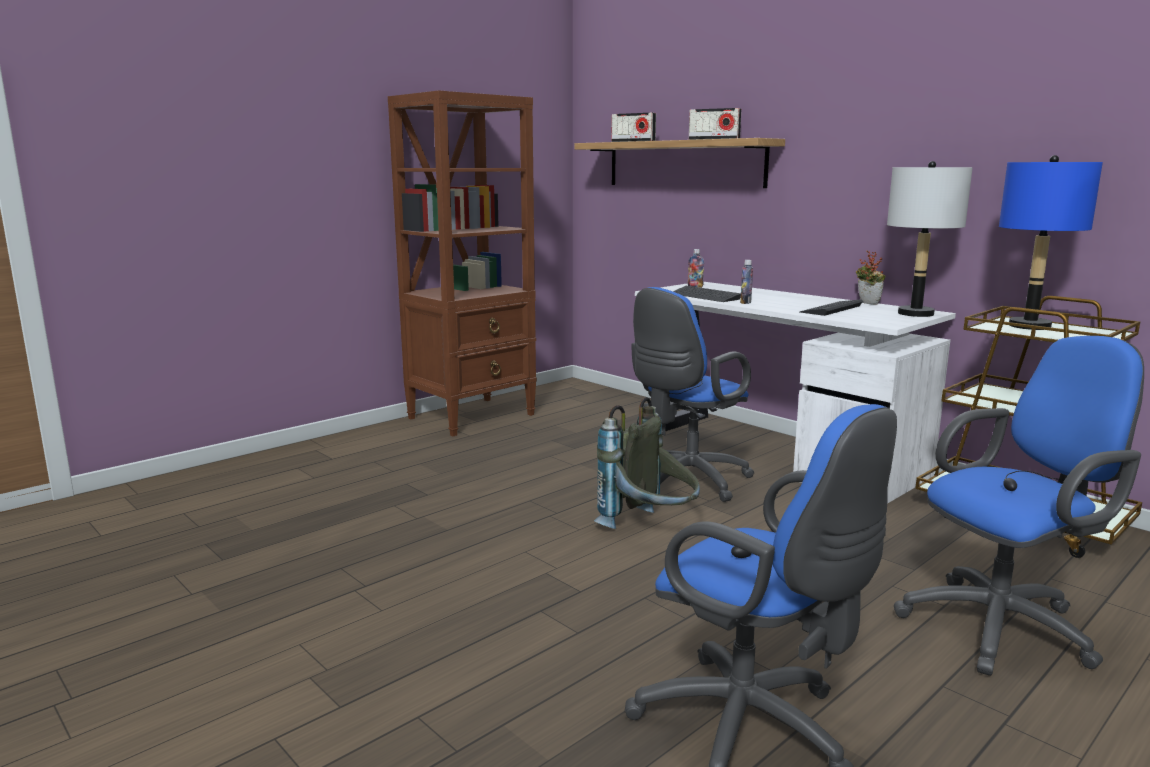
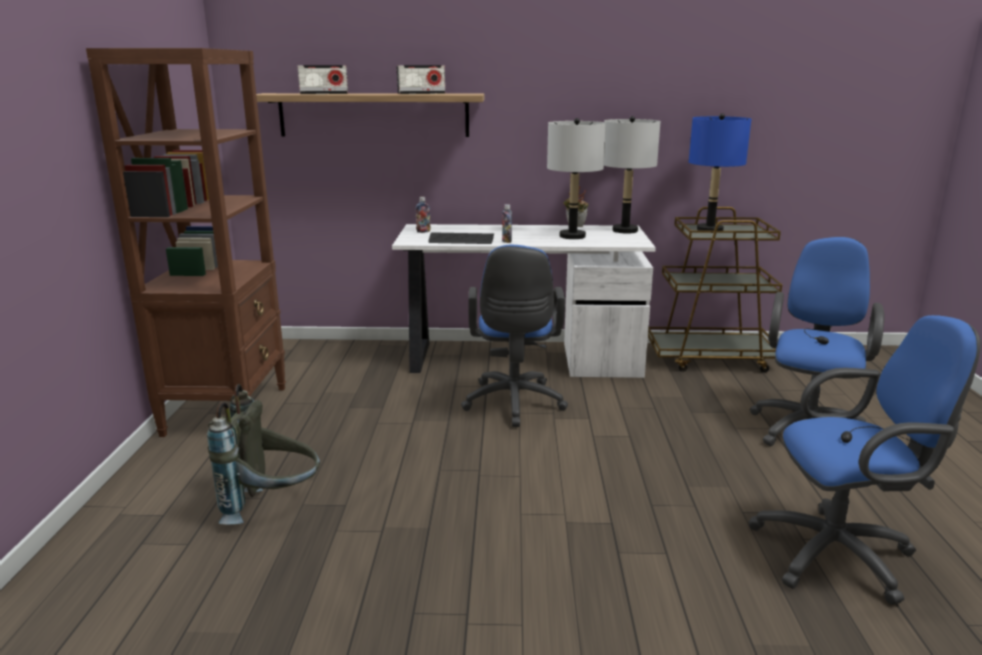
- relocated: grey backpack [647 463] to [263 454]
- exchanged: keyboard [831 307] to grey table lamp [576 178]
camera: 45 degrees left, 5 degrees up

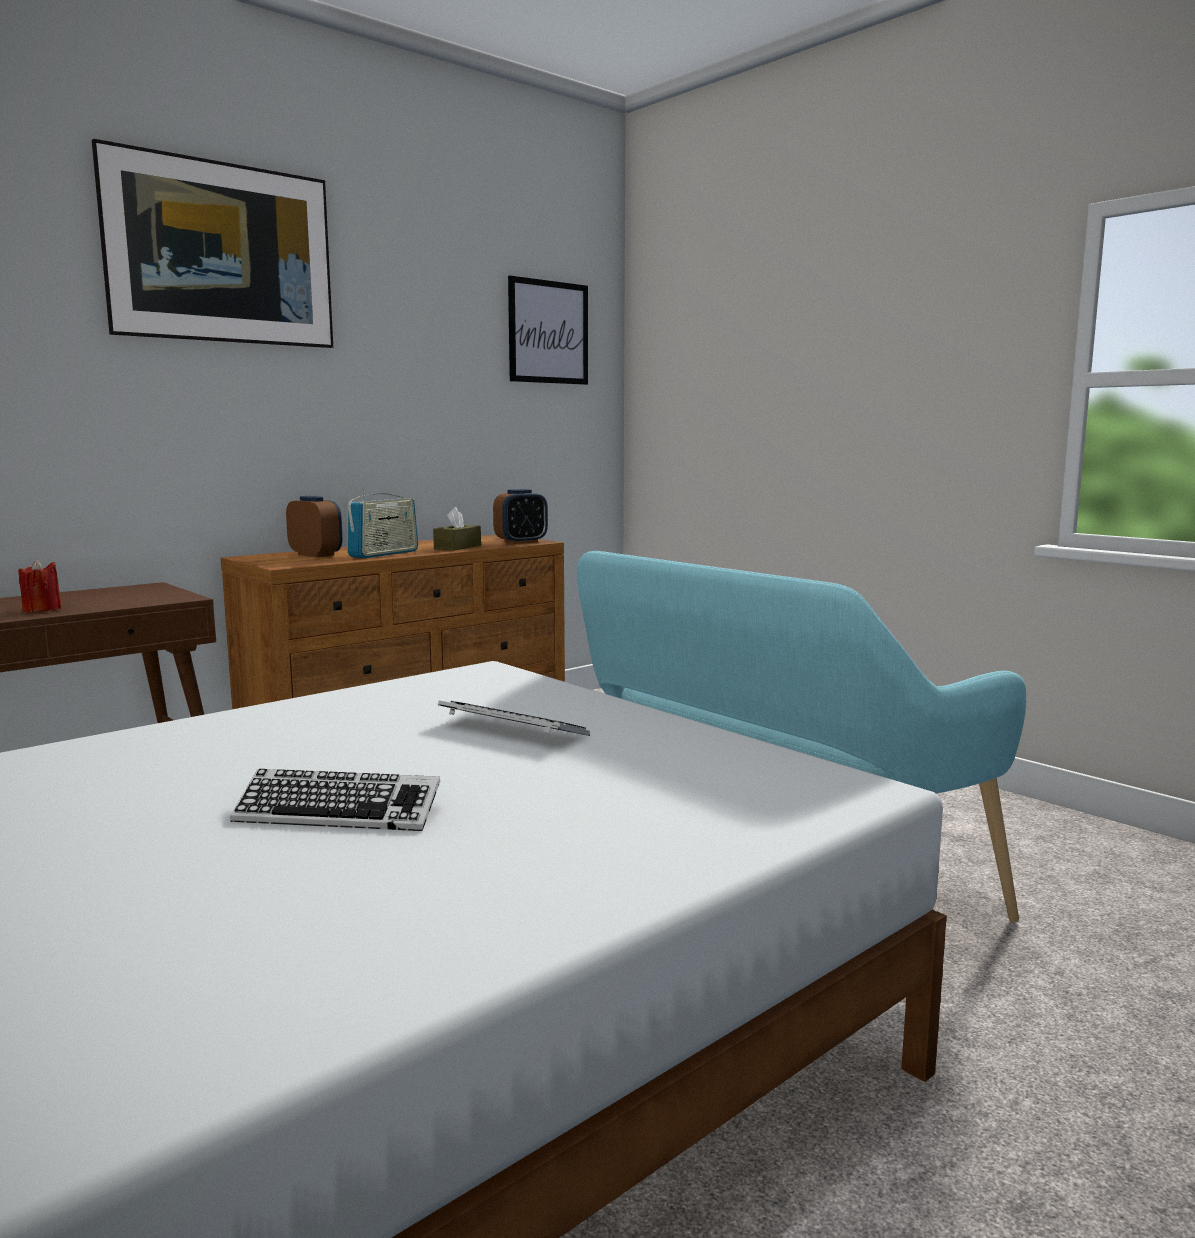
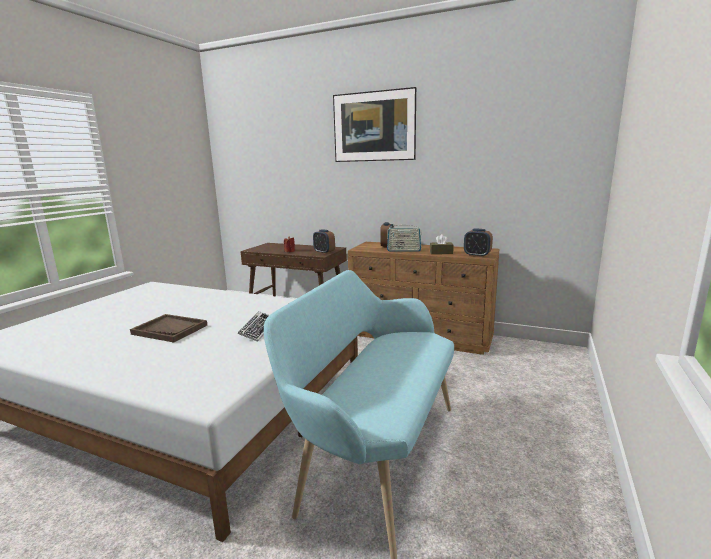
- missing: picture [548 330]
- appeared: alarm clock [324 241]
- exchanged: keyboard [335 800] to brown tray [168 328]
camera: 65 degrees right, 5 degrees up

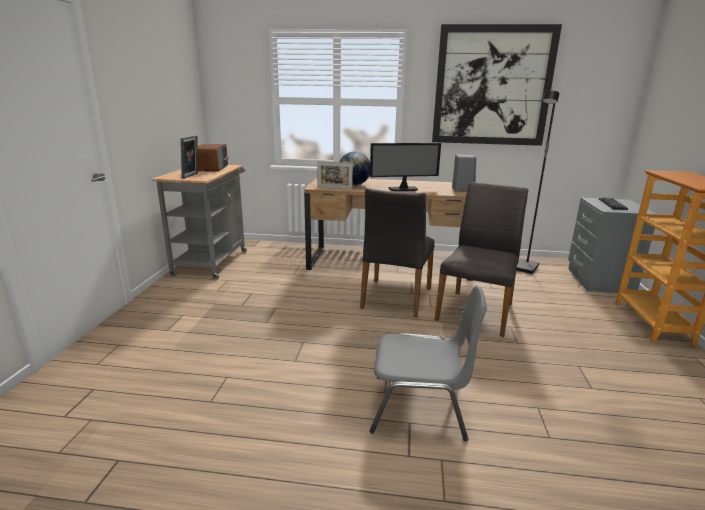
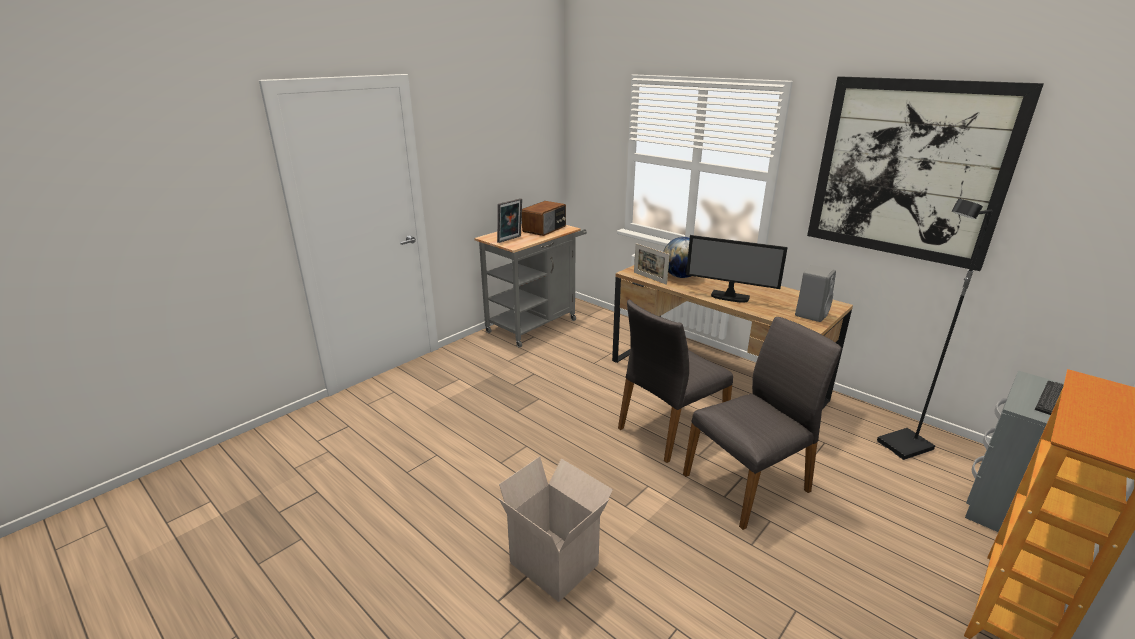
- exchanged: grey chair [428 363] to cardboard box [555 529]
camera: 35 degrees right, 5 degrees up

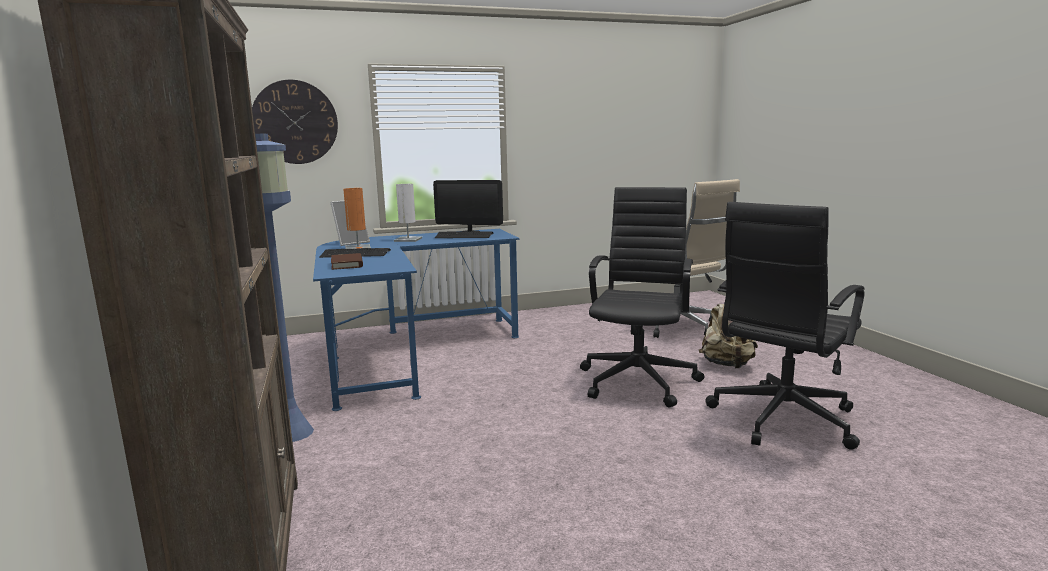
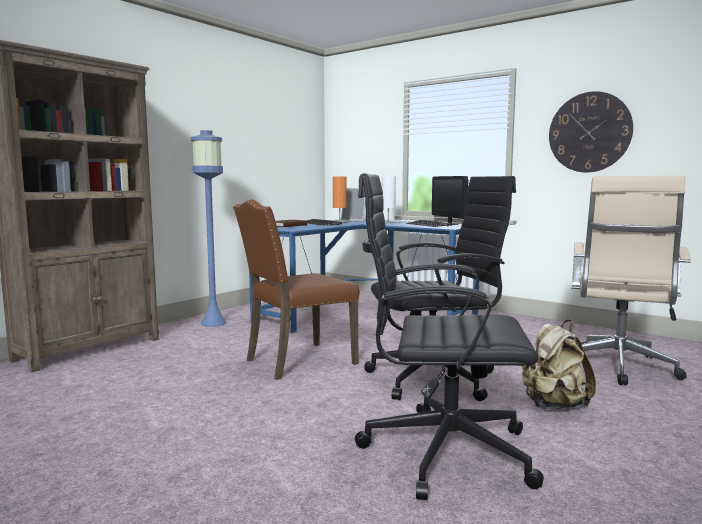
- appeared: brown chair [296 289]
- relocated: wall clock [295 122] to [591 131]
camera: 55 degrees right, 5 degrees down

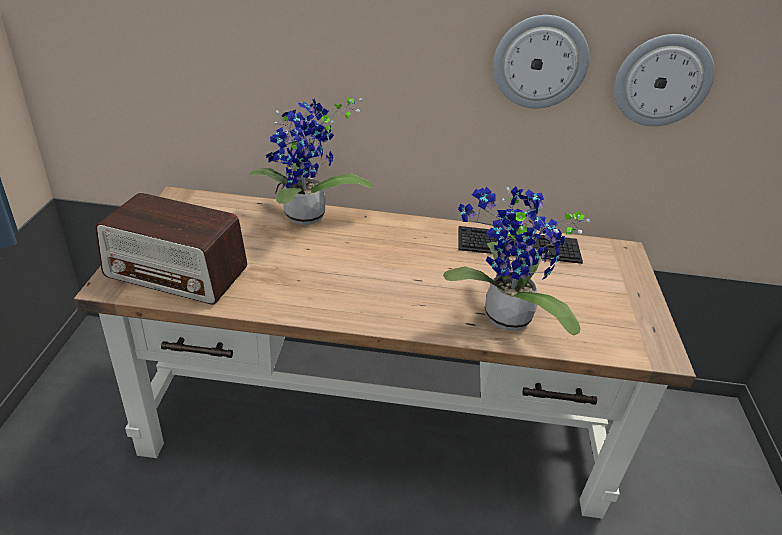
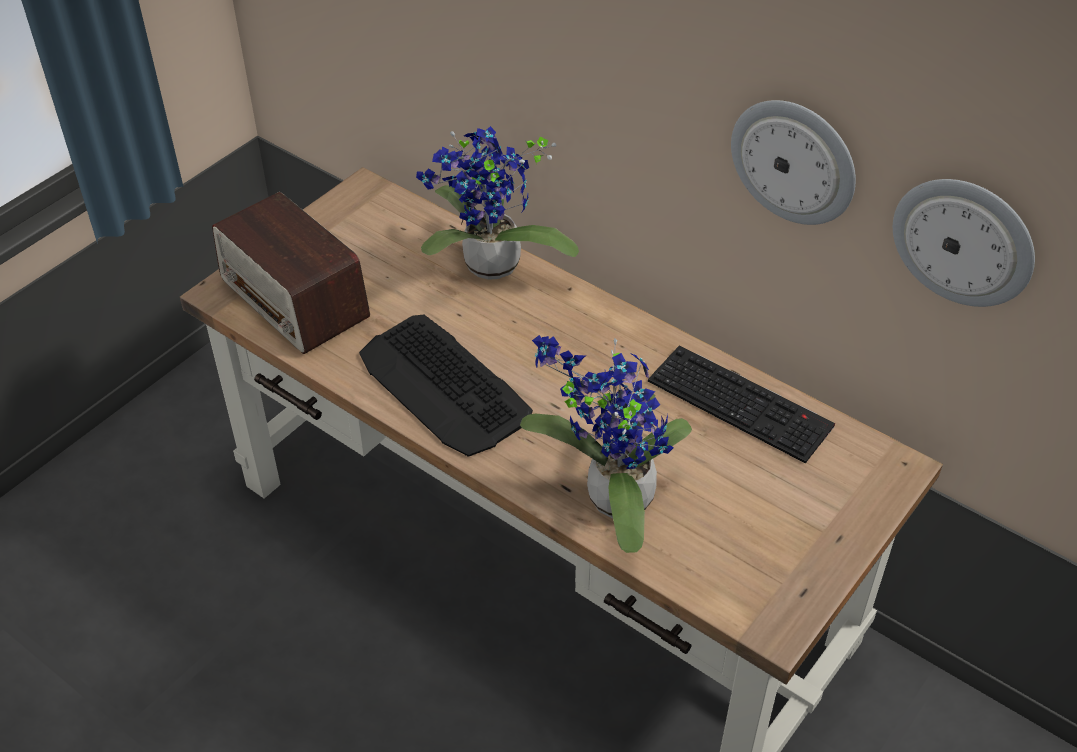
- appeared: keyboard [446 386]
camera: 35 degrees right, 10 degrees up

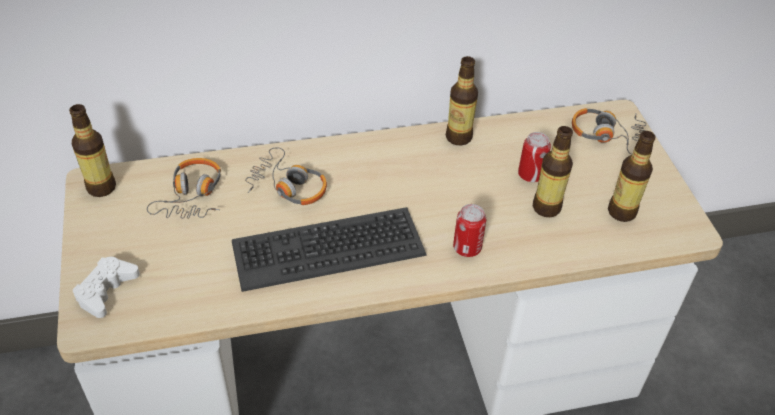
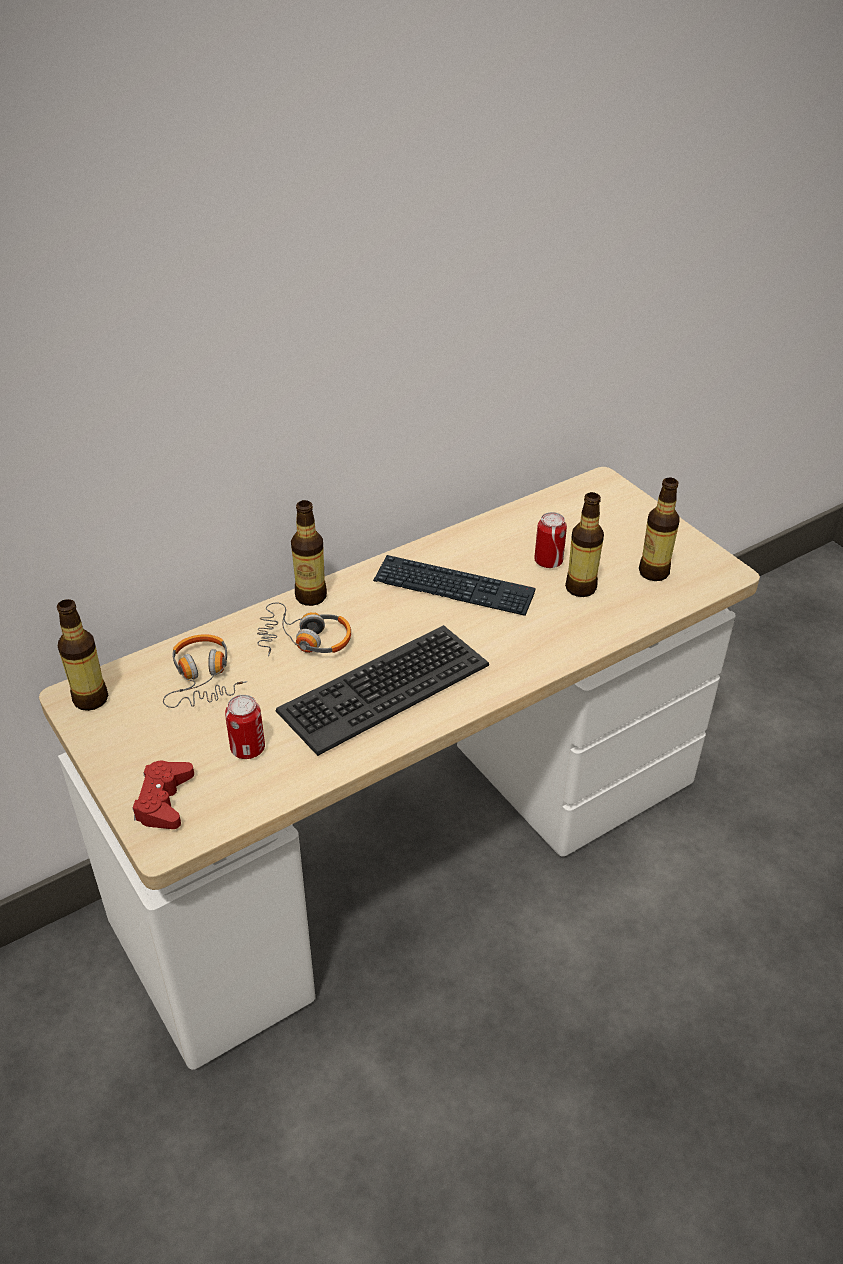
- missing: headphones [609 131]
- appeared: keyboard [454 585]
- relocated: bottle [462 101] to [309 553]
- relocated: can [469 230] to [245 727]
- colour: white game controller [106 287] to red game controller [163 795]
camera: 20 degrees left, 5 degrees down

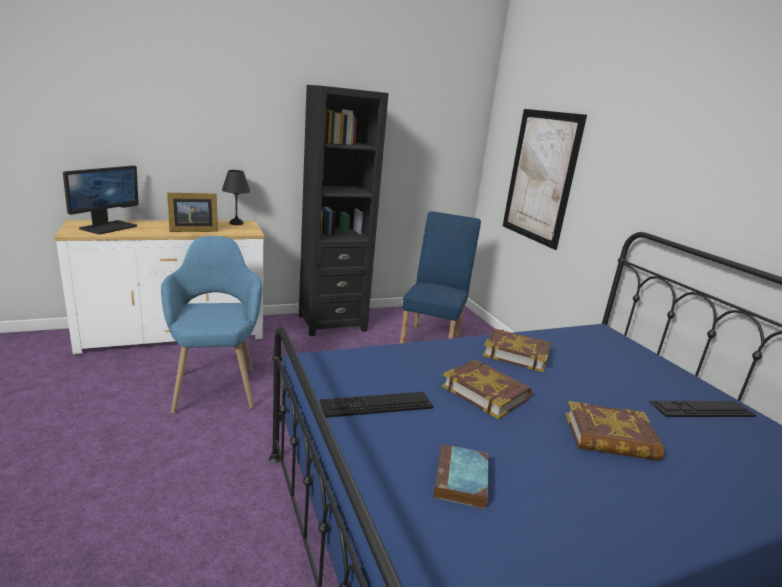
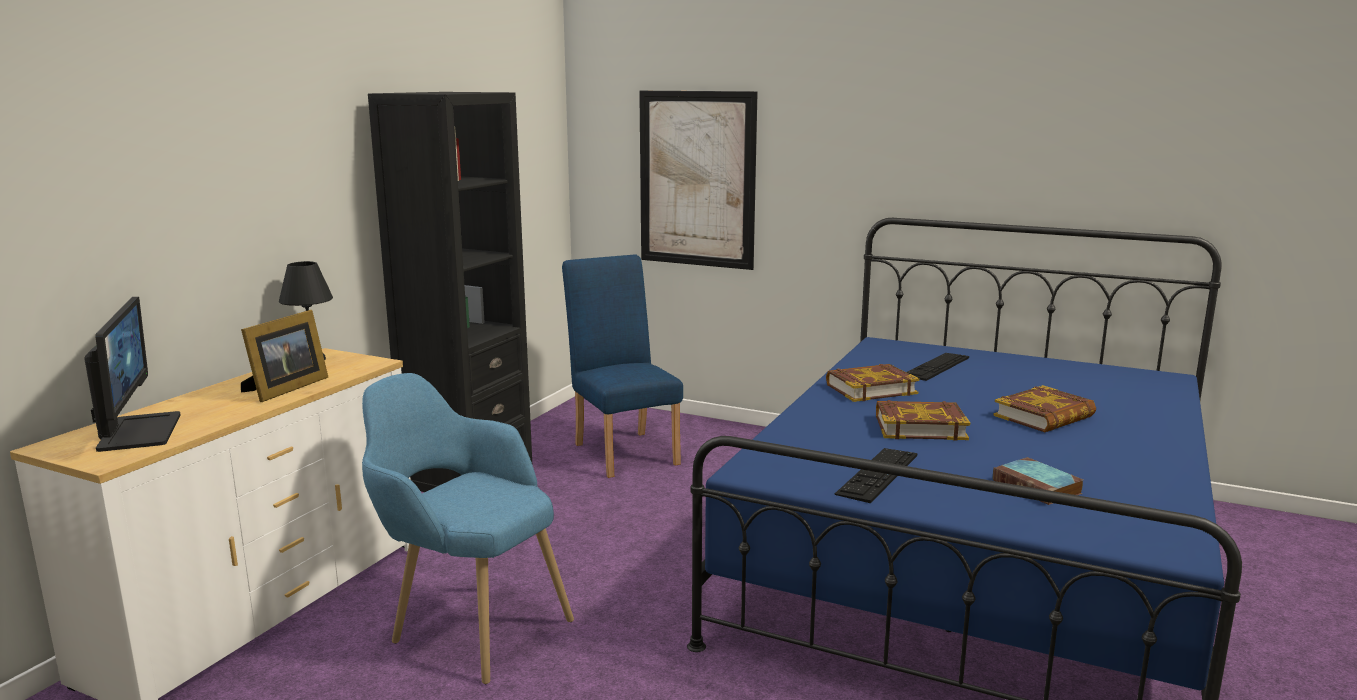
- relocated: keyboard [702 409] to [937 367]
camera: 40 degrees left, 5 degrees down

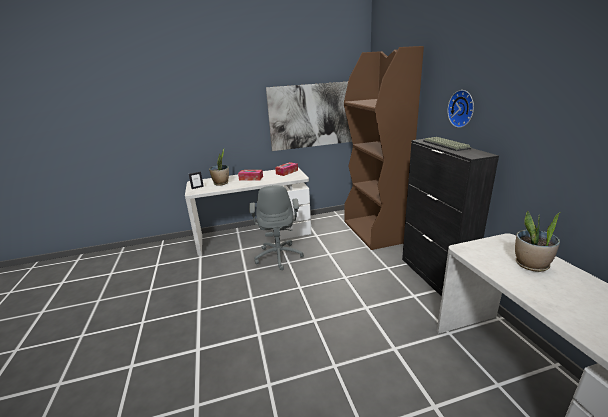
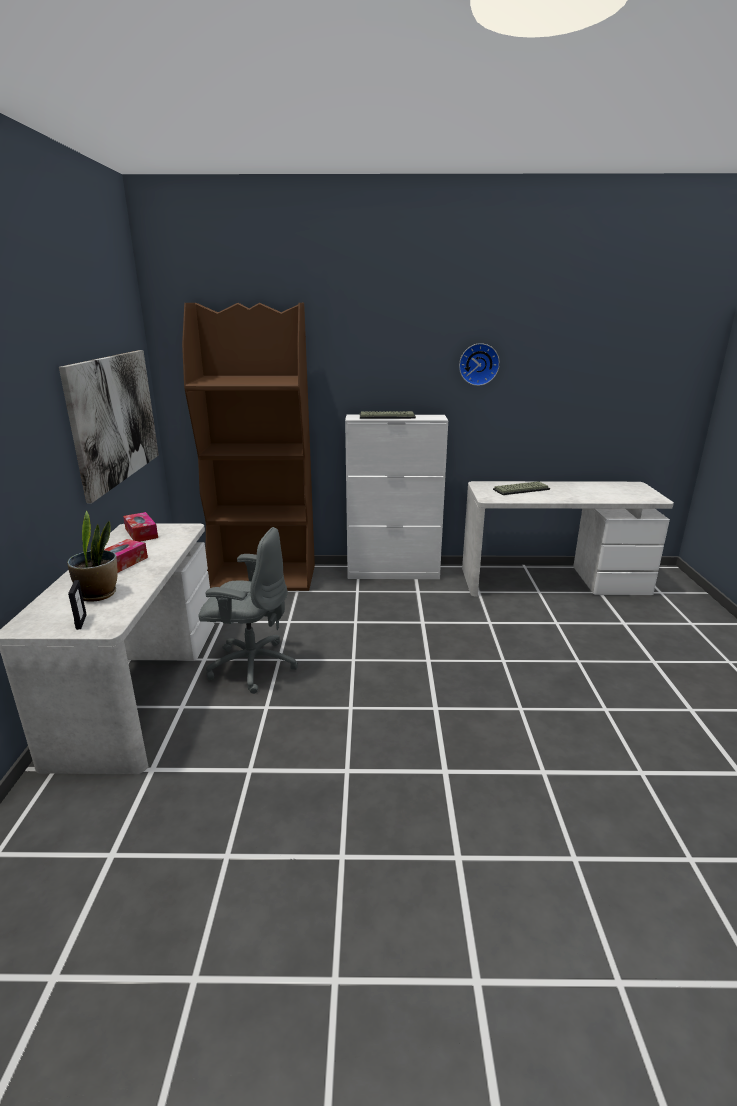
- relocated: wall clock [460 109] to [479 364]
- exchanged: potted plant [538 241] to keyboard [521 488]
- colour: black cabinet [450 218] to white cabinet [396 497]
camera: 75 degrees left, 0 degrees up

